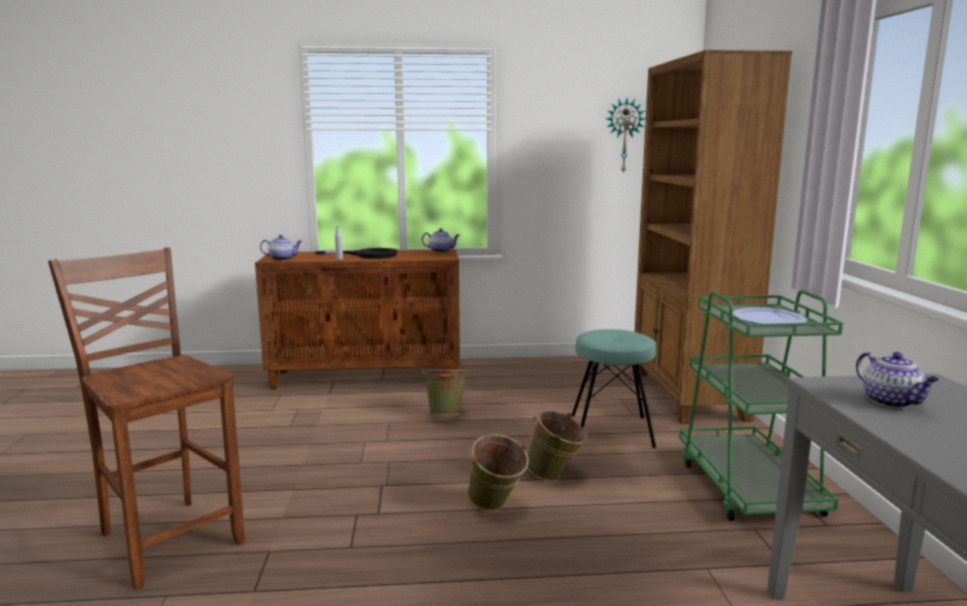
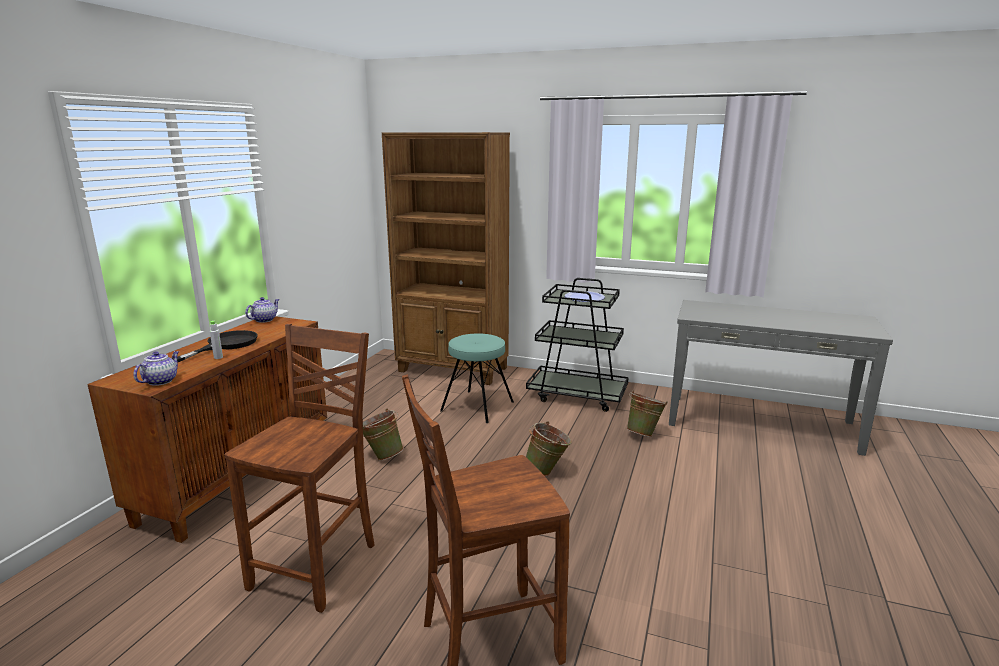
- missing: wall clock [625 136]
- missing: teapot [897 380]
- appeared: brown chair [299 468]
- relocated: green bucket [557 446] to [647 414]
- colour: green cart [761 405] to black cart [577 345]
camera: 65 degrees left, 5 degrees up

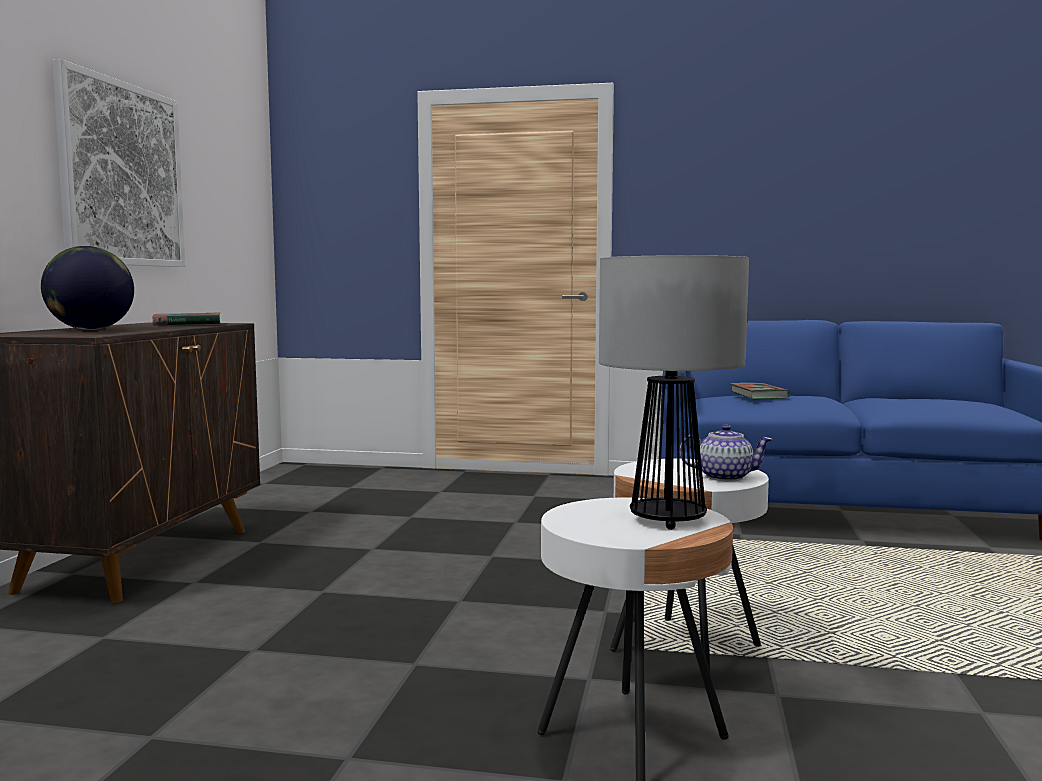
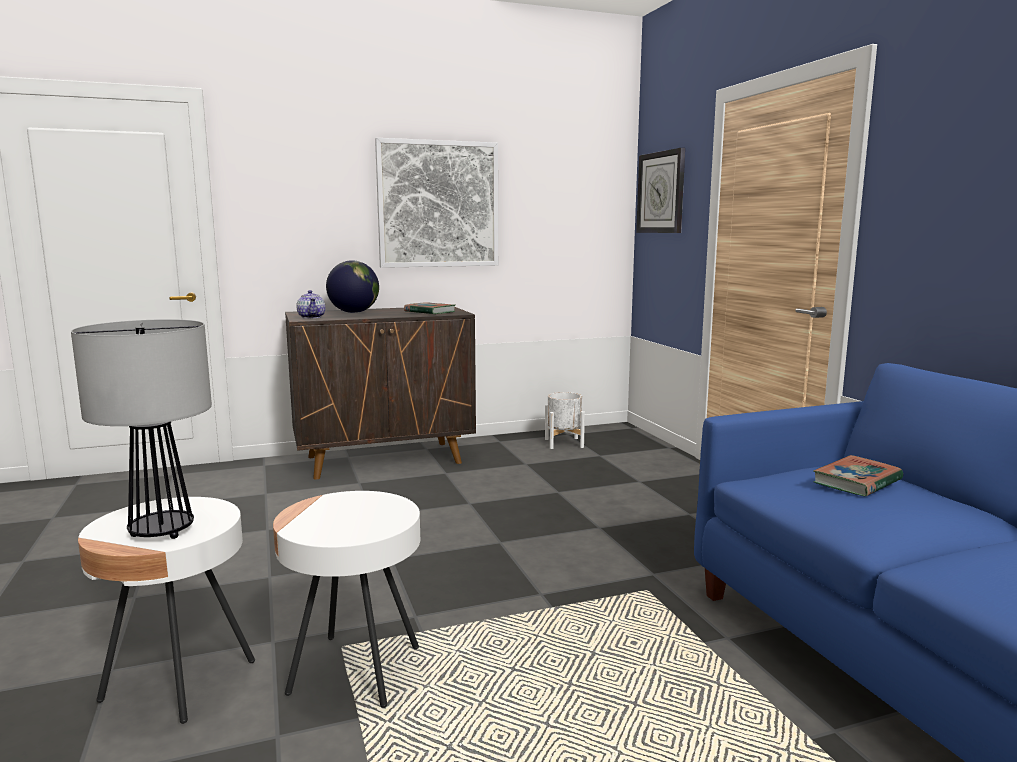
- appeared: white planter [565 420]
- appeared: wall clock [660 190]
- relocated: teapot [726 452] to [310 304]
camera: 60 degrees right, 5 degrees up

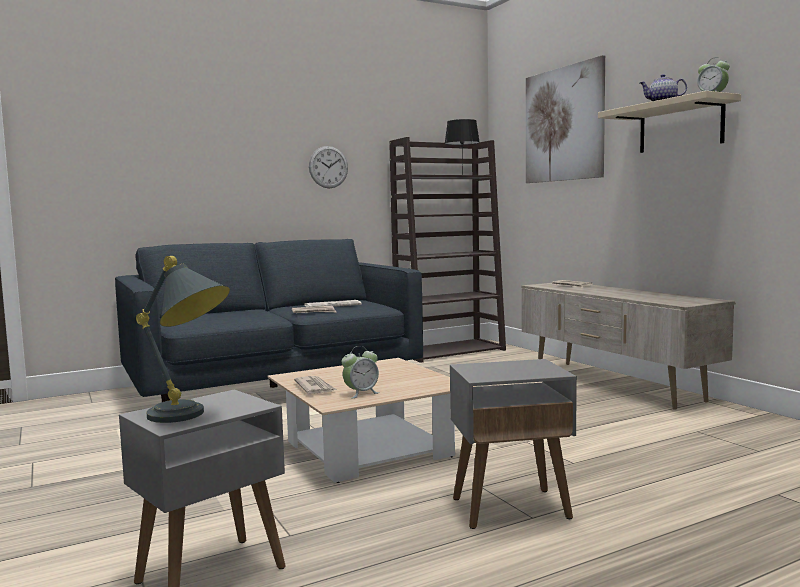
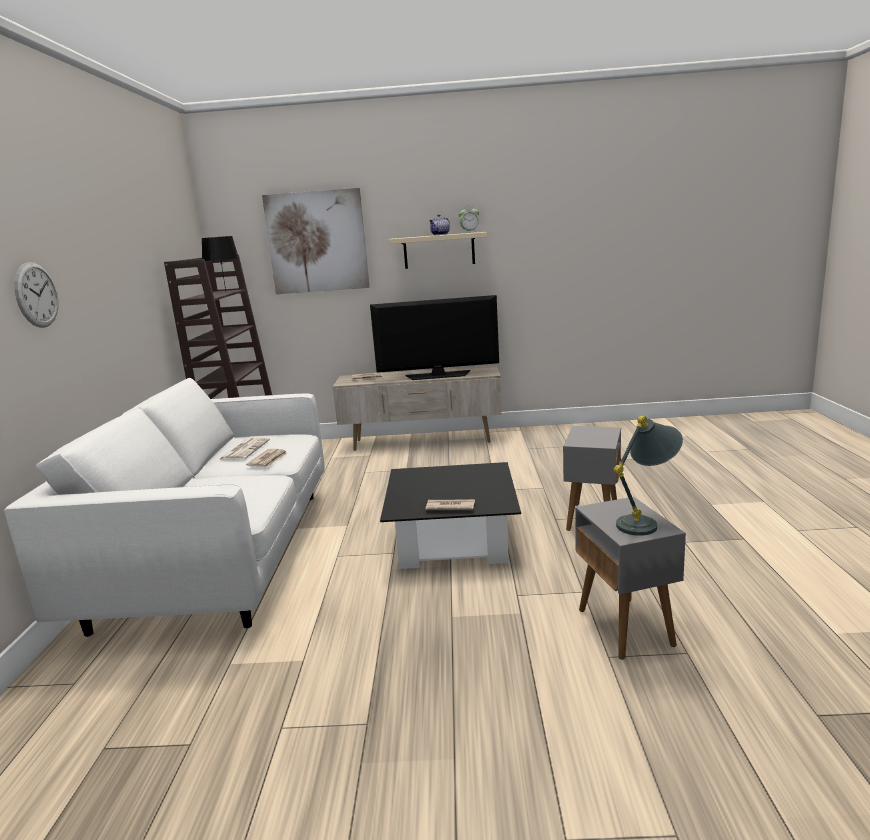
- missing: alarm clock [361 372]
- appeared: television [434 337]
- relocated: wall clock [328 167] to [36 295]
- colour: blue sofa [269 320] to white sofa [164 507]
- colour: beige coffee table [371 420] to black coffee table [450 515]
camera: 60 degrees left, 10 degrees up

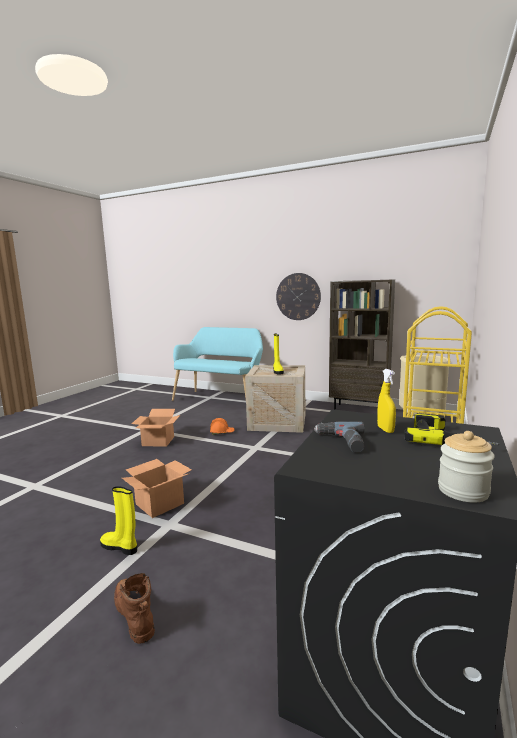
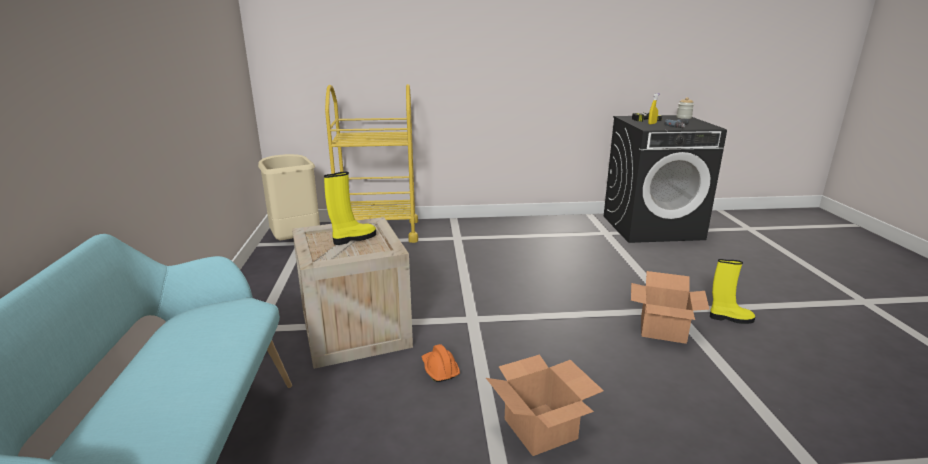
- missing: brown boot [134 608]
- missing: wall clock [298 296]
- missing: brown bookcase [362 345]
- spun: yellow boot [118 520] = [732 291] 75 degrees counterclockwise
camera: 120 degrees left, 10 degrees up

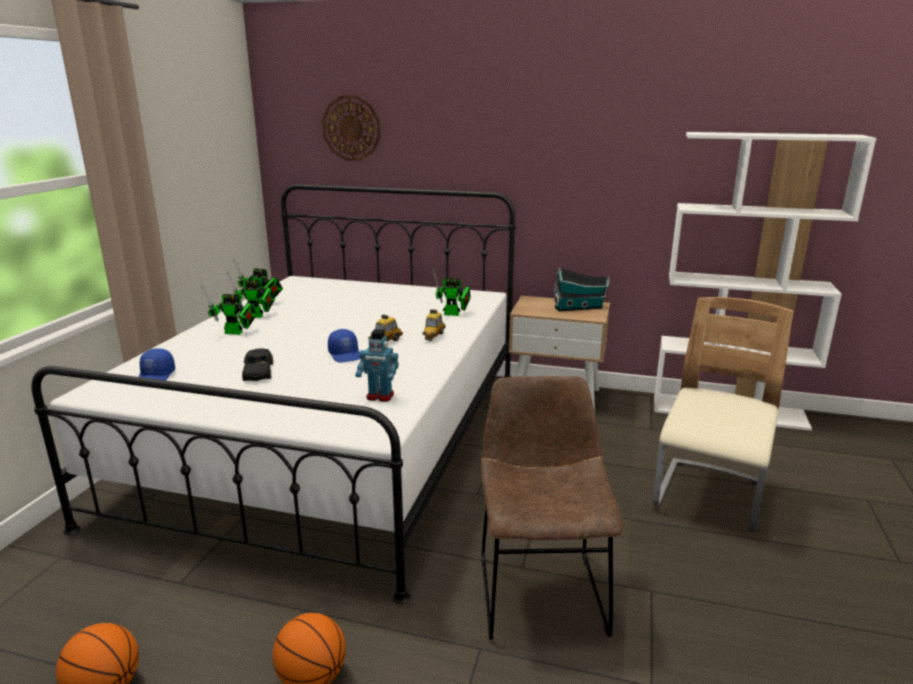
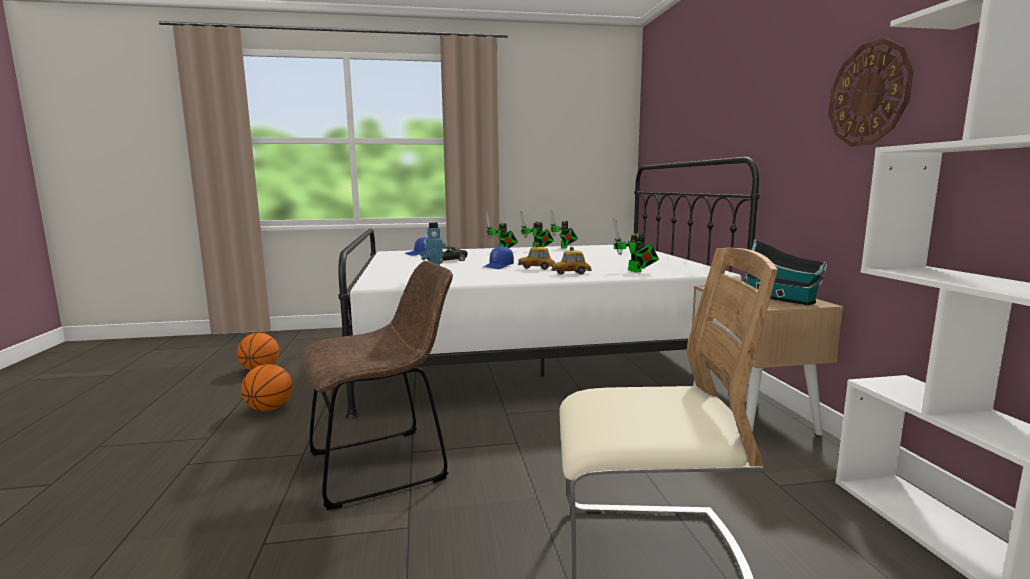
- relocated: wall clock [351 128] to [871 92]
camera: 65 degrees right, 10 degrees down

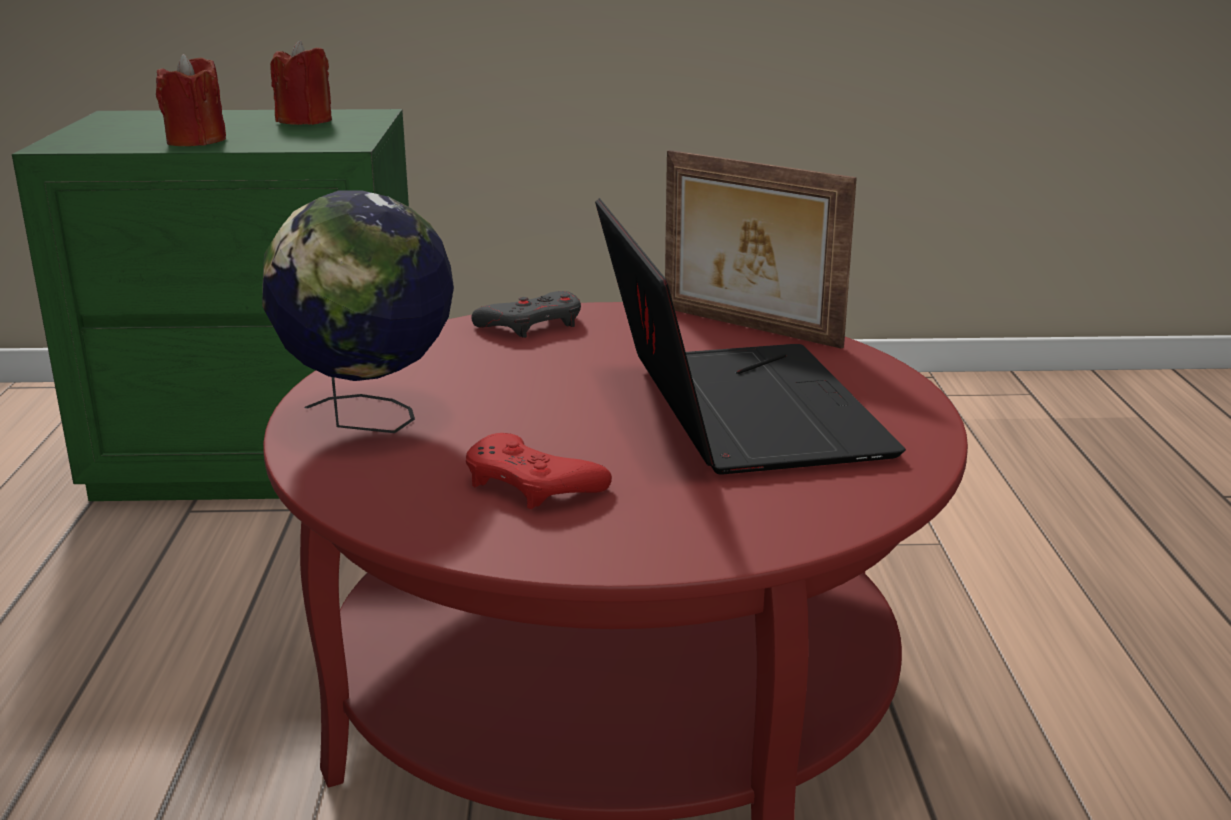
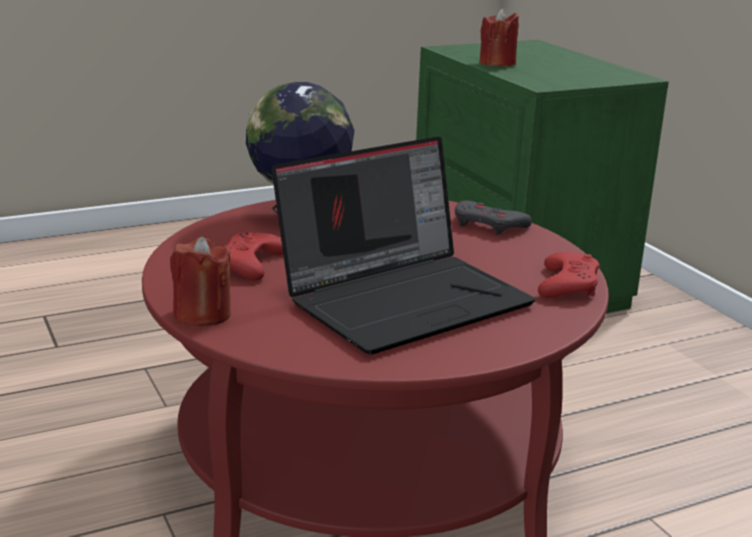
- relocated: red candle [301 82] to [200 281]
- exchanged: picture frame [761 249] to red game controller [569 275]
camera: 65 degrees right, 0 degrees up

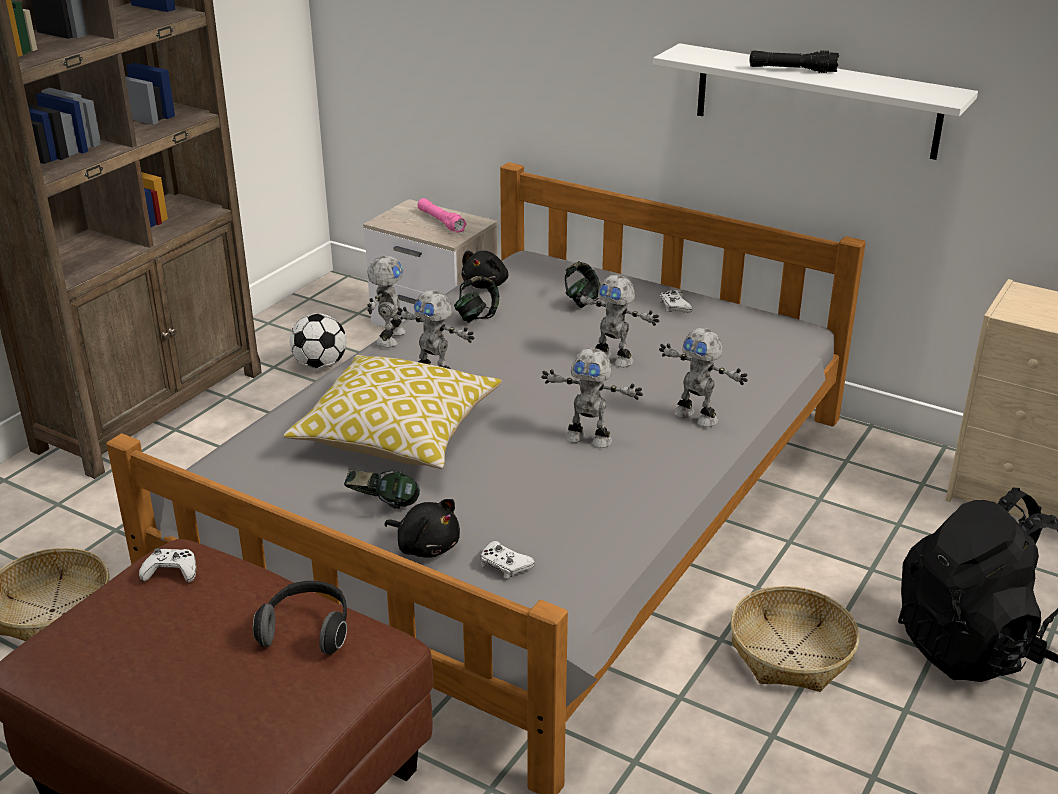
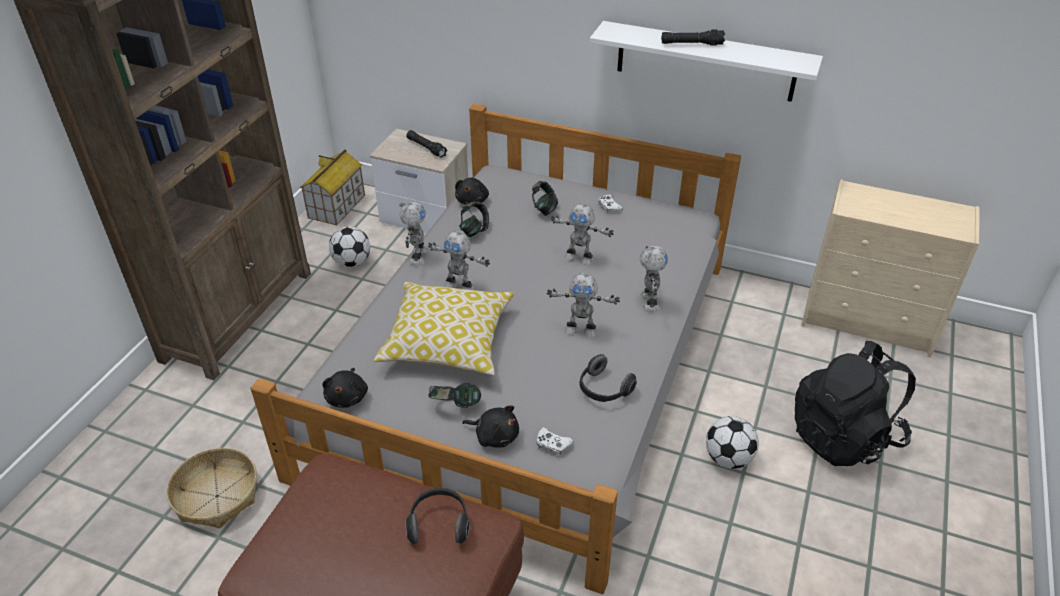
- missing: white game controller [167 565]
- appeared: toy house [332 187]
- appeared: black plush toy [345 388]
- appeared: headphones [608 378]
- exchanged: basket [795 639] to football [732 442]
- colour: pink flashlight [442 215] to black flashlight [426 144]
- spun: toy robot [703 377] = [654 279] 120 degrees counterclockwise
camera: 10 degrees left, 10 degrees up

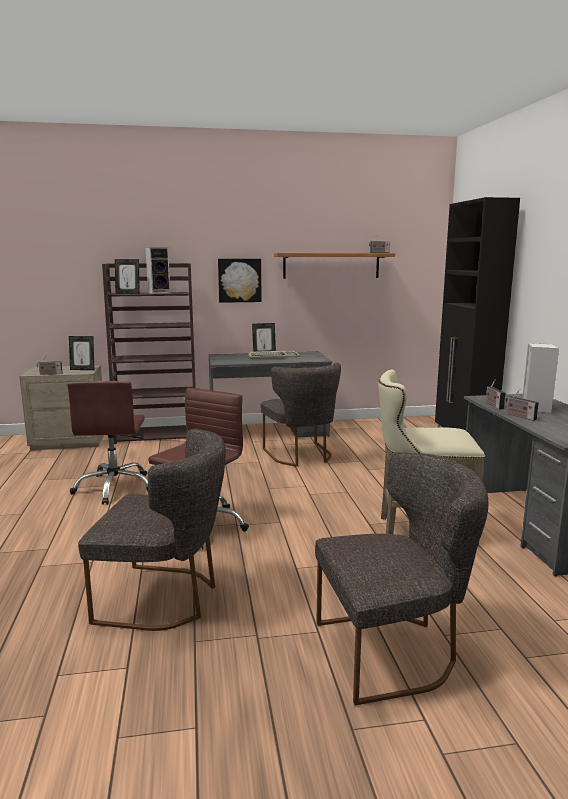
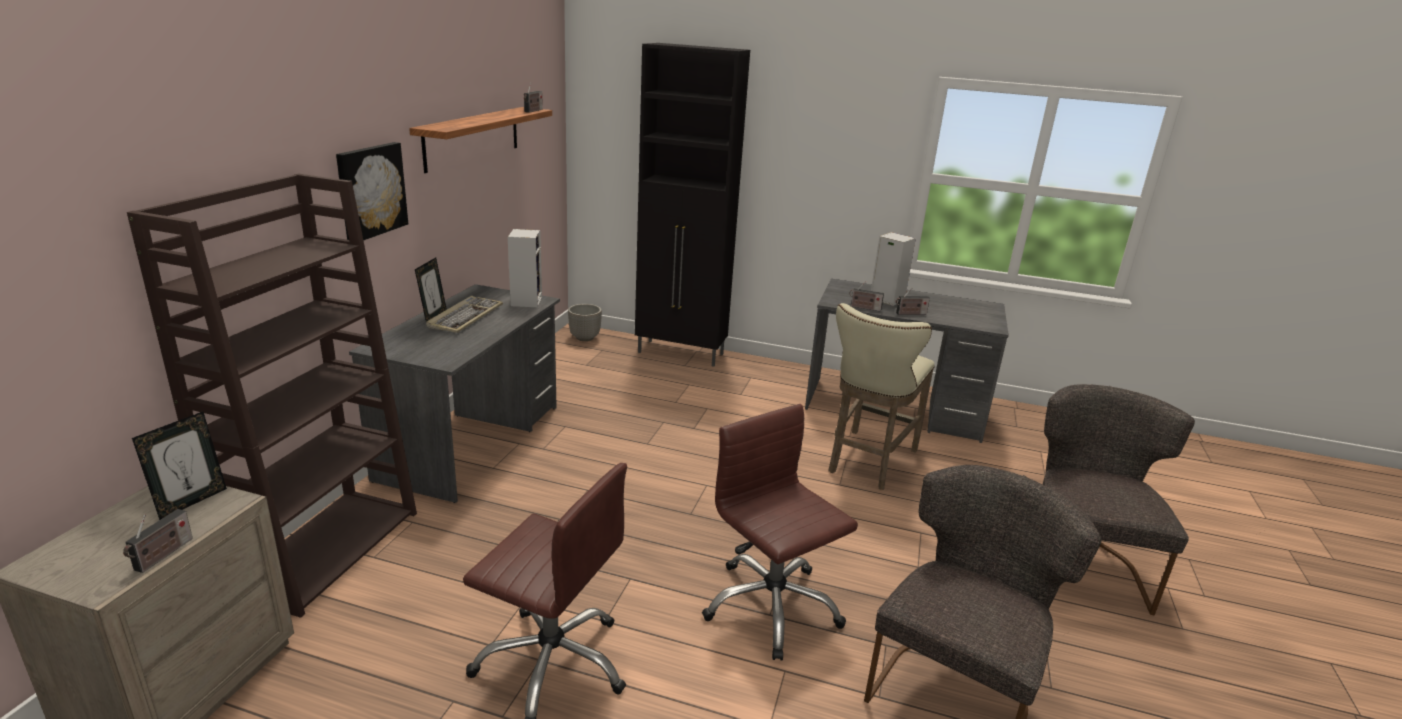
- missing: picture frame [127 276]
- missing: grey chair [300 415]
- appeared: planter [585 322]
- relocated: speaker [157 270] to [525 268]
camera: 65 degrees left, 10 degrees up

